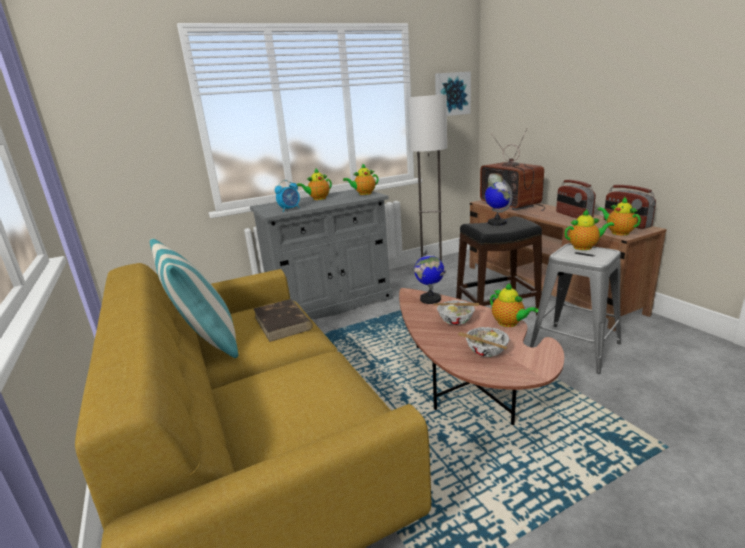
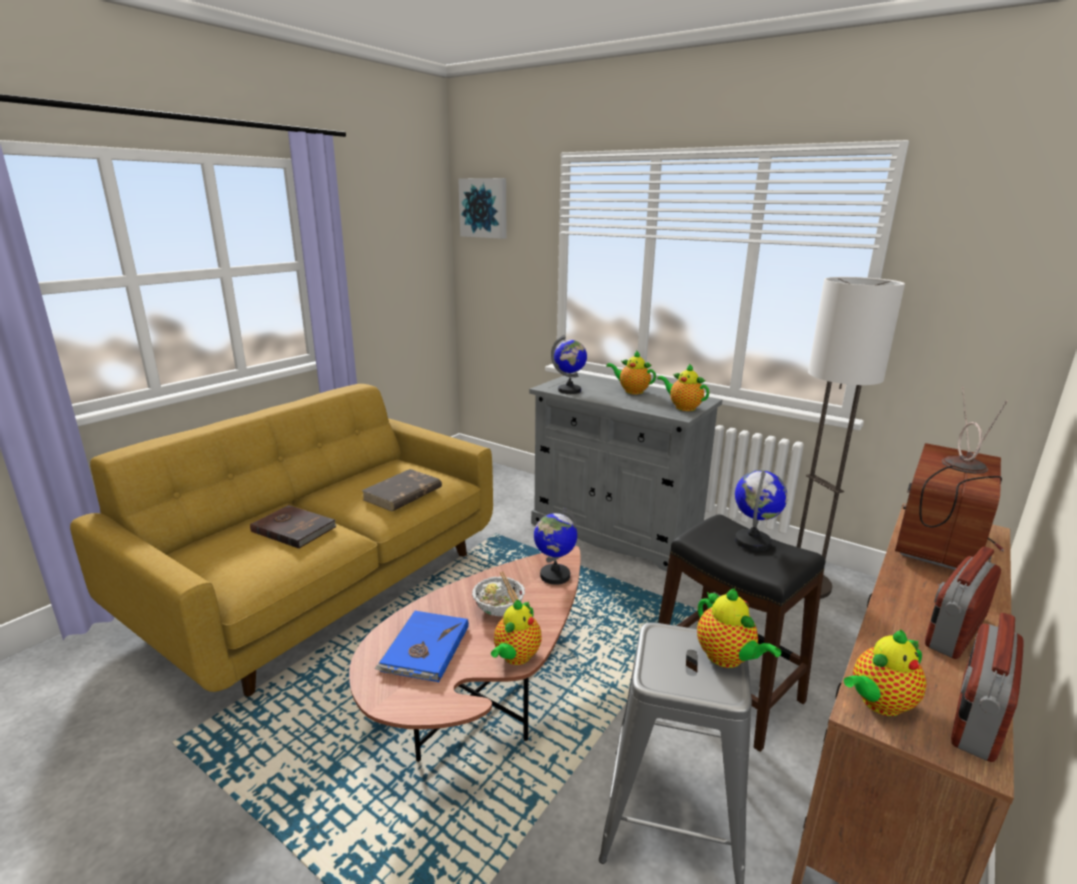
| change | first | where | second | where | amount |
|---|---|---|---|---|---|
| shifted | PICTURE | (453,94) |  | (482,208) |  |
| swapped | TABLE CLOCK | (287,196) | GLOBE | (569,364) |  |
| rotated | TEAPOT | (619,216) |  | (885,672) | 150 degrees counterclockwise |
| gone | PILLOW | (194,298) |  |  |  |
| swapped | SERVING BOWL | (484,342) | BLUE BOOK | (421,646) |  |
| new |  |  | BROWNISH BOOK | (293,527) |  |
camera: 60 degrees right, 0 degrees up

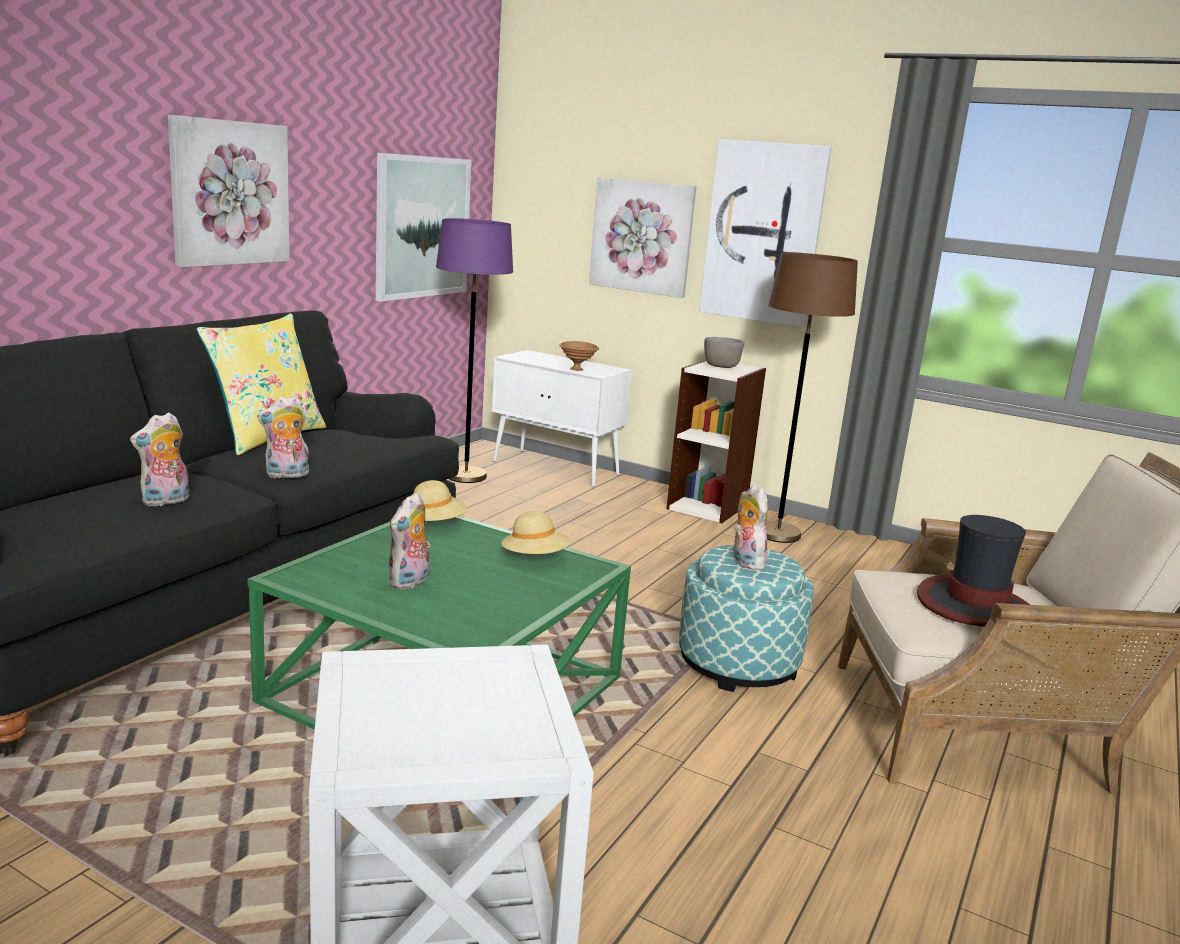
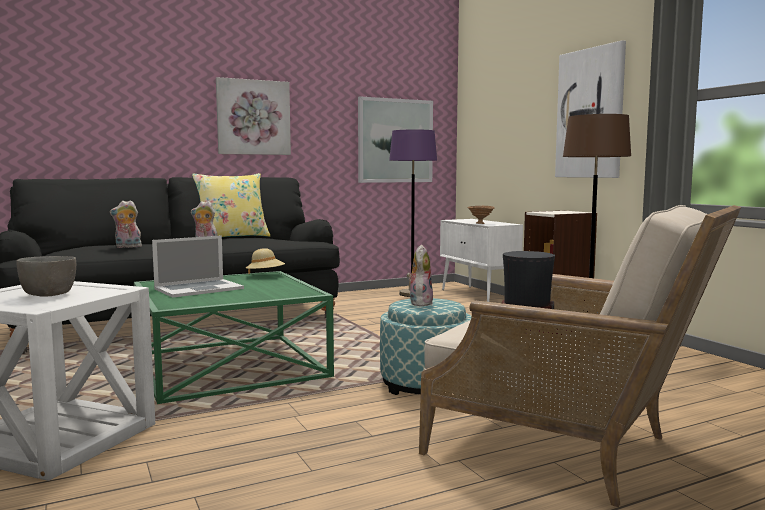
| change | first | where | second | where | amount |
|---|---|---|---|---|---|
| gone | PICTURE | (643,237) |  |  |  |
| shifted | GREY SERVING BOWL | (724,352) |  | (46,276) |  |
| swapped | CUDDLY TOY | (409,541) | PORTABLE COMPUTER | (198,266) |  |
| gone | BEIGE HAT | (535,532) |  |  |  |
camera: 35 degrees right, 10 degrees down

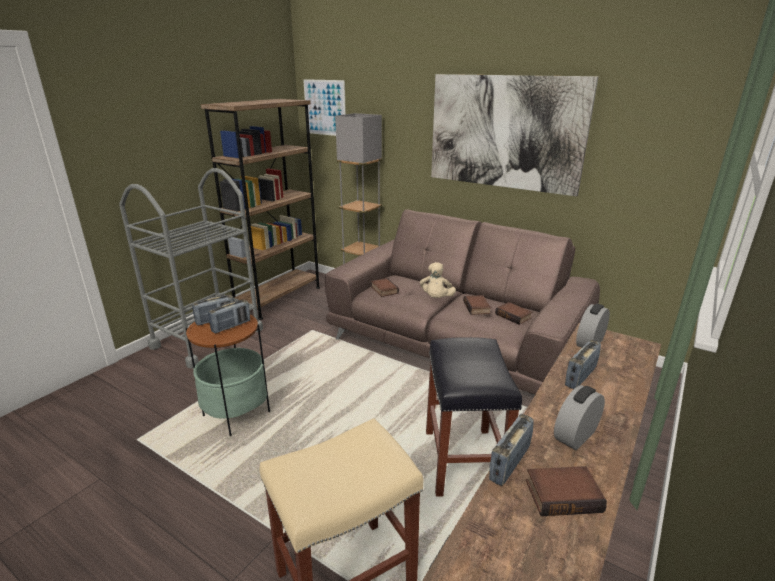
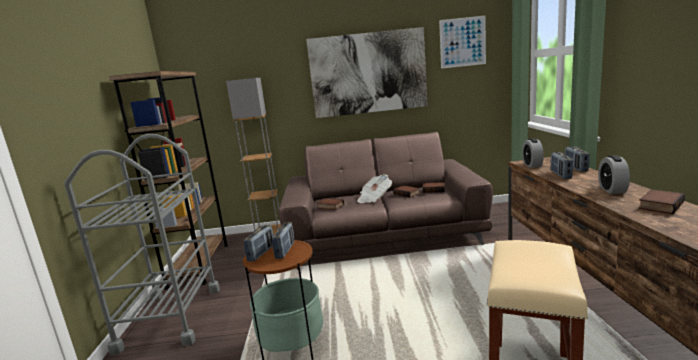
| change | first | where | second | where | amount |
|---|---|---|---|---|---|
| shifted | PICTURE | (324,107) |  | (462,42) |  |
| swapped | BEIGE CUDDLY TOY | (438,280) | PRINTED PAPER | (374,188) |  |
| gone | BLACKISH STOOL SEAT | (474,417) |  |  |  |
| shifted | RADIO RECEIVER | (511,450) |  | (577,159) |  |
camera: 35 degrees left, 10 degrees down

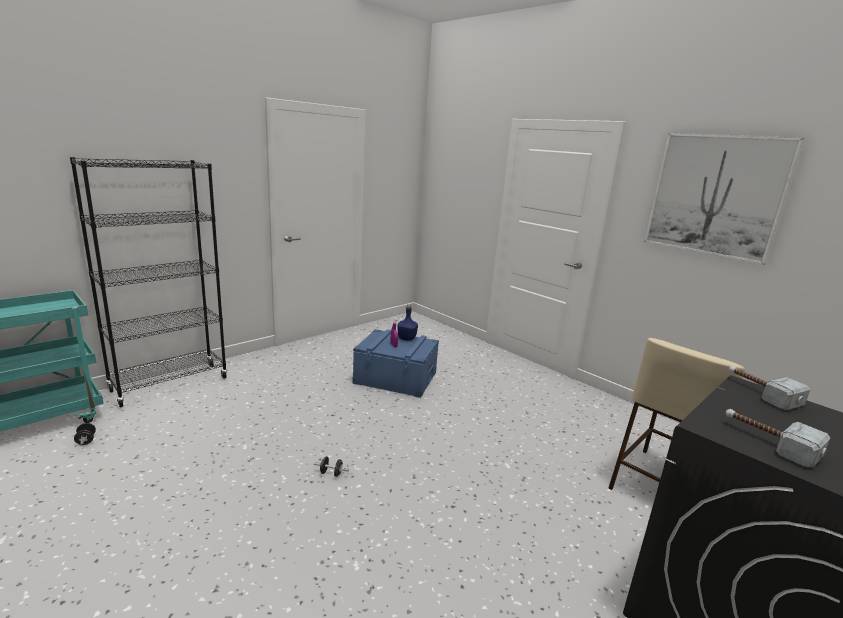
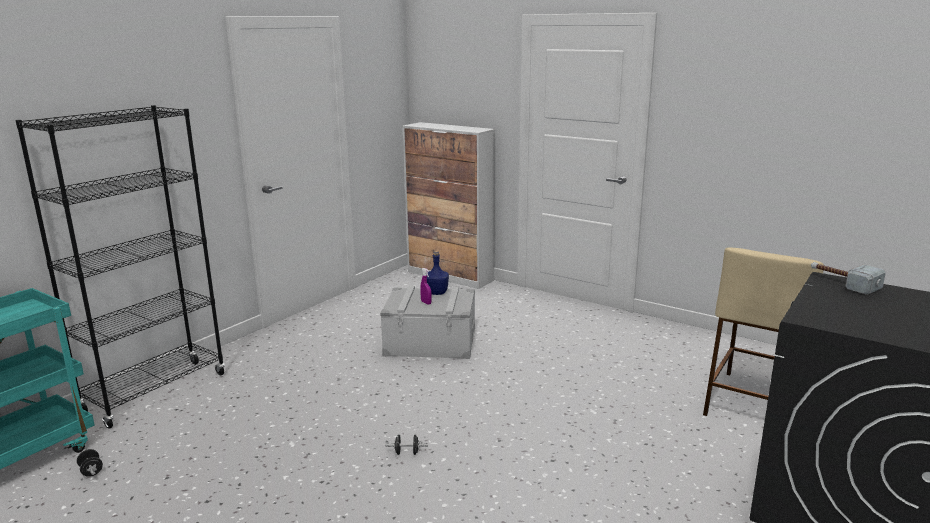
| change | first | where | second | where | amount |
|---|---|---|---|---|---|
| gone | PICTURE | (724,199) |  |  |  |
| repainted | BLUE STORAGE BIN | (395,363) | GREY STORAGE BIN | (427,322) |  |
| gone | HAMMER | (778,438) |  |  |  |
| new |  |  | CUPBOARD | (449,205) |  |
camera: 10 degrees left, 0 degrees up

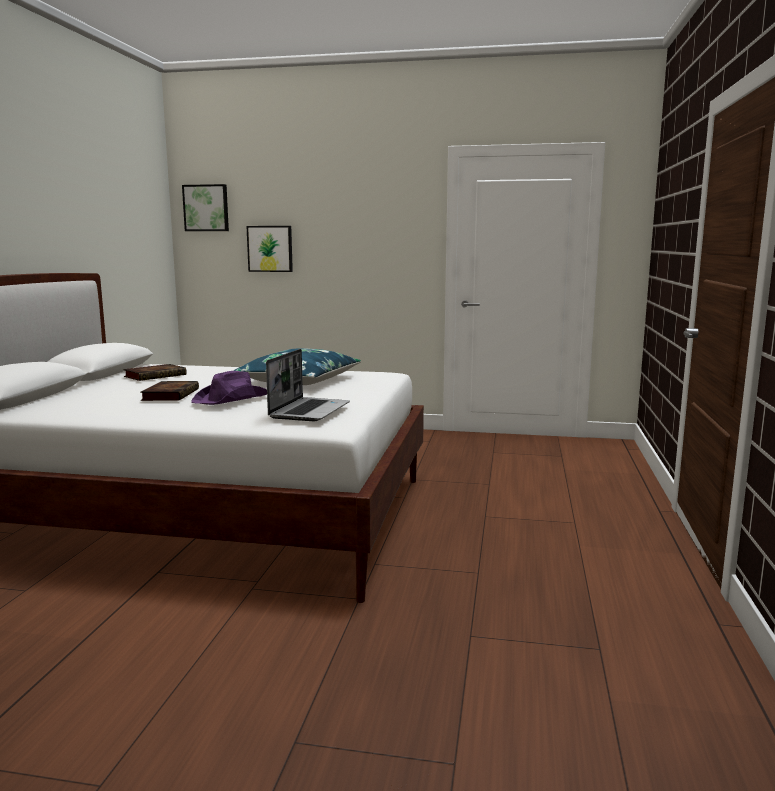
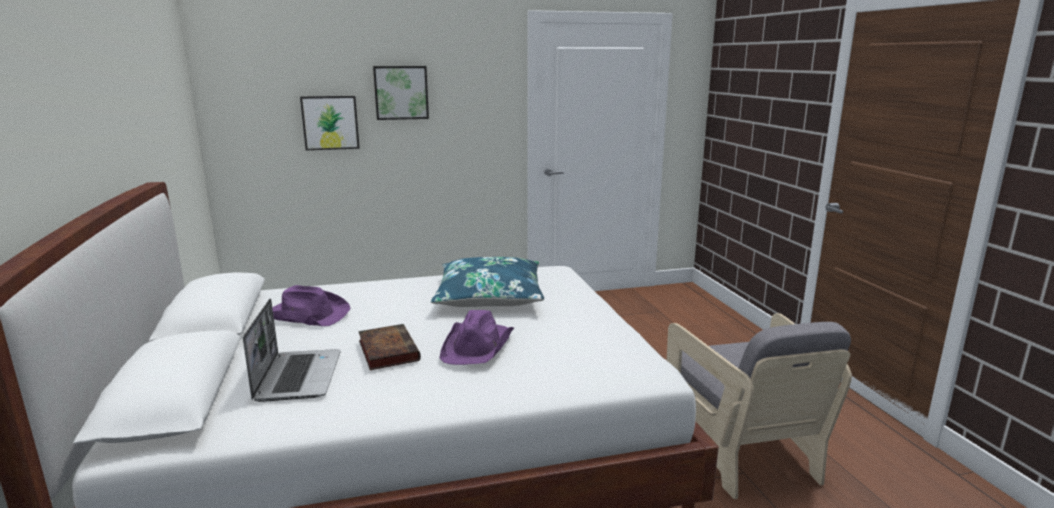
| change | first | where | second | where | amount |
|---|---|---|---|---|---|
| shifted | PICTURE | (205,207) |  | (401,93) |  |
| shifted | PORTABLE COMPUTER | (308,385) |  | (292,350) |  |
| swapped | BOOK | (155,372) | PURPLE-COLOURED HAT | (311,305) |  |
| new |  |  | GREY EASY CHAIR | (759,406) |  |
camera: 25 degrees left, 5 degrees up

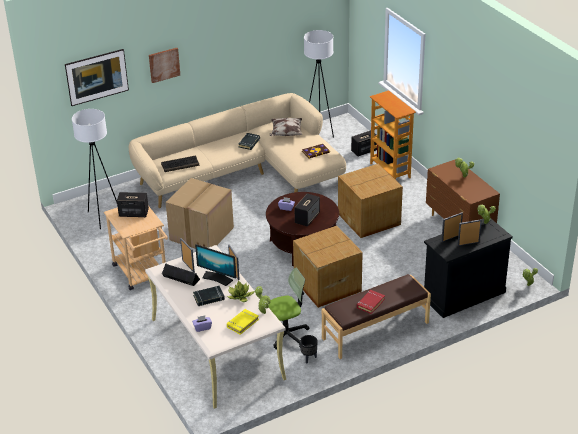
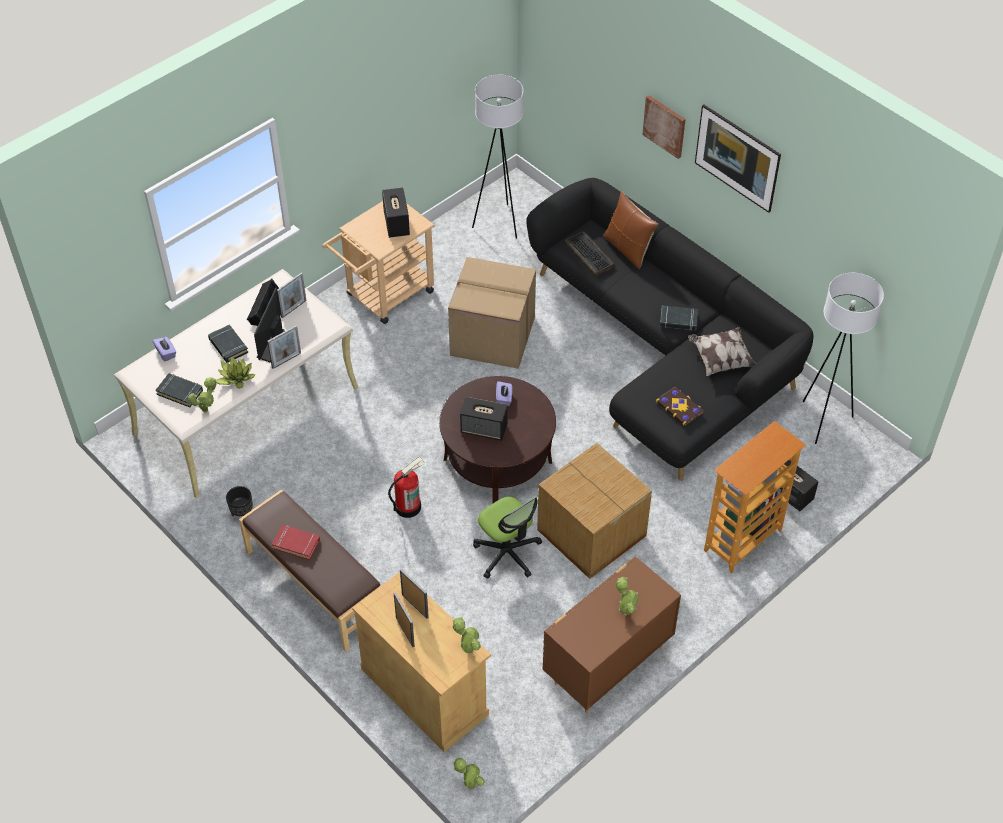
| change | first | where | second | where | amount |
|---|---|---|---|---|---|
| shifted | PICTURE | (97,77) |  | (738,159) |  |
| repainted | BEIGE SOFA | (237,150) | BLACKISH SOFA | (670,329) |  |
| repainted | BLACKISH CUPBOARD | (468,268) | BEIGE CUPBOARD | (421,662) |  |
| swapped | CARTON | (328,267) | FIRE EXTINGUISHER | (406,487) |  |
| shifted | COMPUTER CHAIR | (288,309) |  | (507,537) |  |
| repainted | YELLOW BOOK | (243,322) | BLACKISH BOOK | (179,390) |  |
| new |  |  | BROWNISH PILLOW | (631,230) |  |
camera: 75 degrees right, 15 degrees up

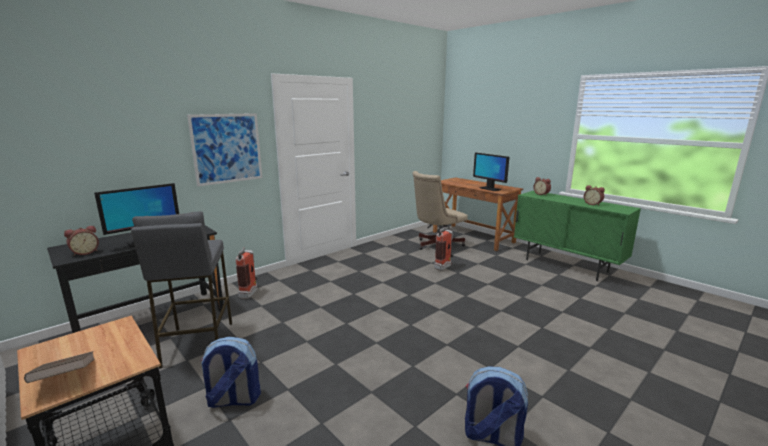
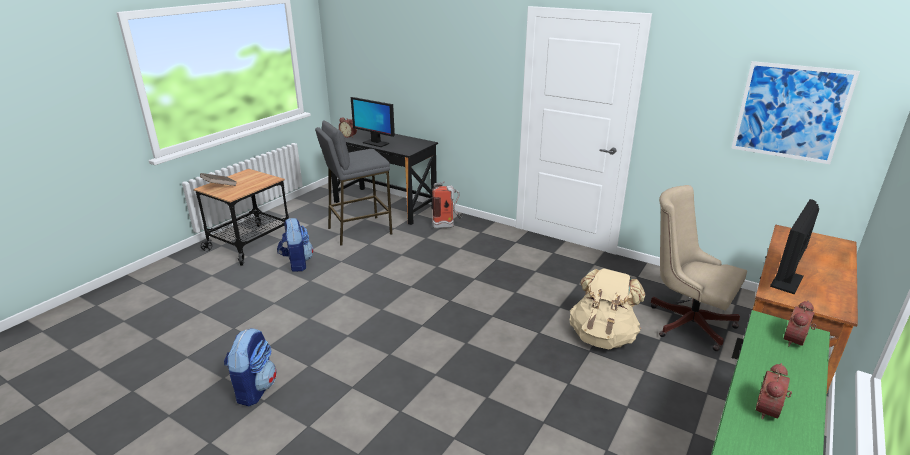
| change | first | where | second | where | amount |
|---|---|---|---|---|---|
| shifted | PICTURE | (224,150) |  | (795,112) |  |
| swapped | FIRE EXTINGUISHER | (444,249) | BEIGE BACKPACK | (607,309) |  |
camera: 75 degrees right, 10 degrees up

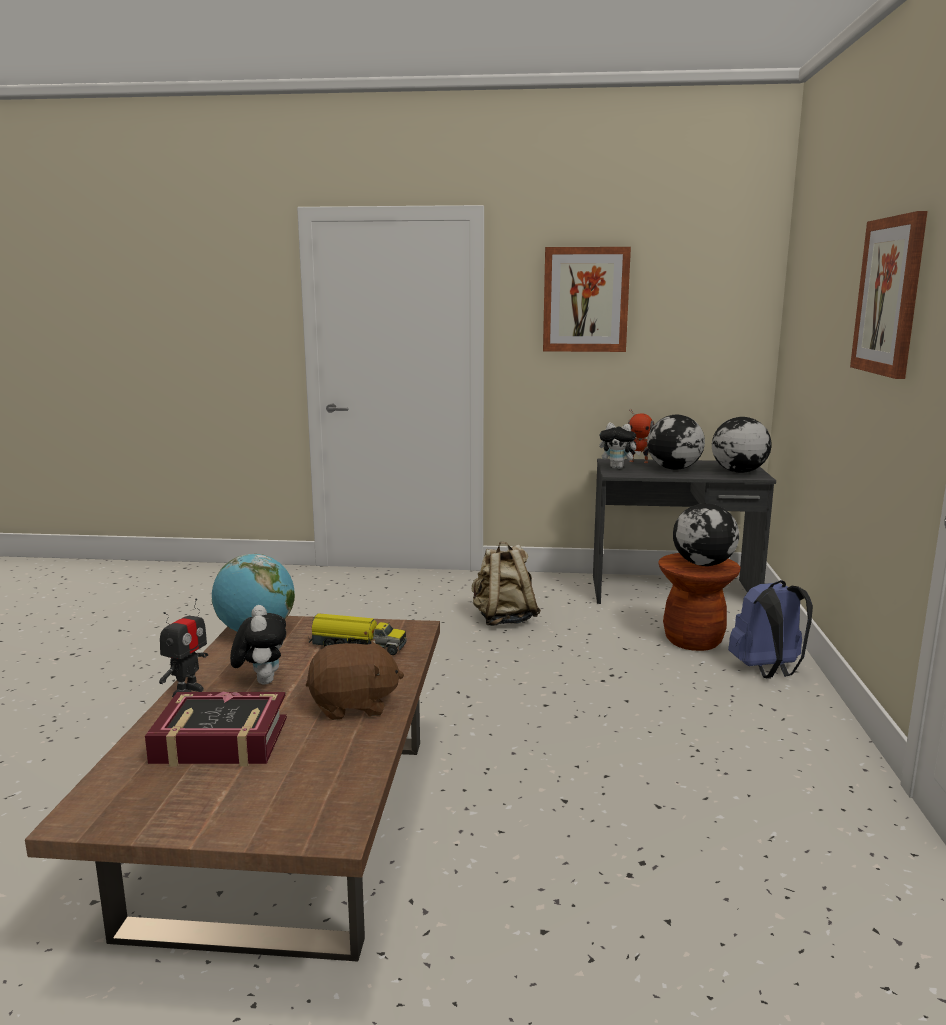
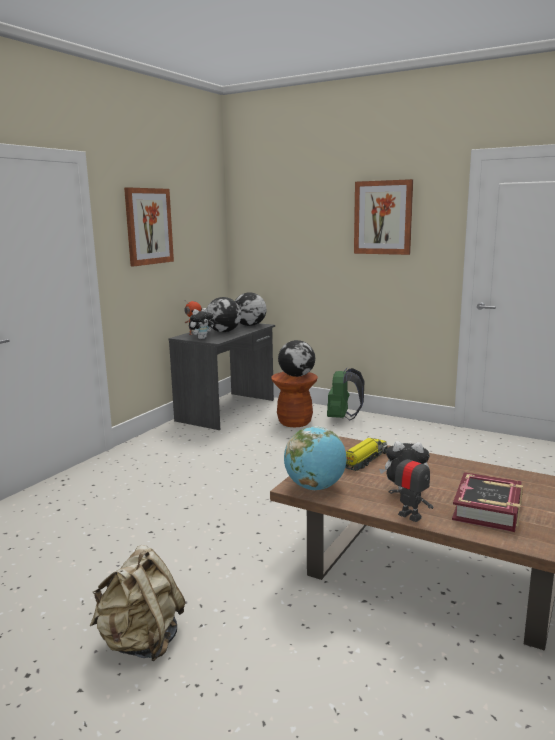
| change | first | where | second | where | amount |
|---|---|---|---|---|---|
| shifted | BEIGE BACKPACK | (506,584) |  | (138,603) |  |
| repainted | BLUE BACKPACK | (770,629) | GREEN-COLOURED BACKPACK | (345,394) |  |
| gone | BROWNISH CUDDLY TOY | (355,679) |  |  |  |
camera: 65 degrees left, 0 degrees up

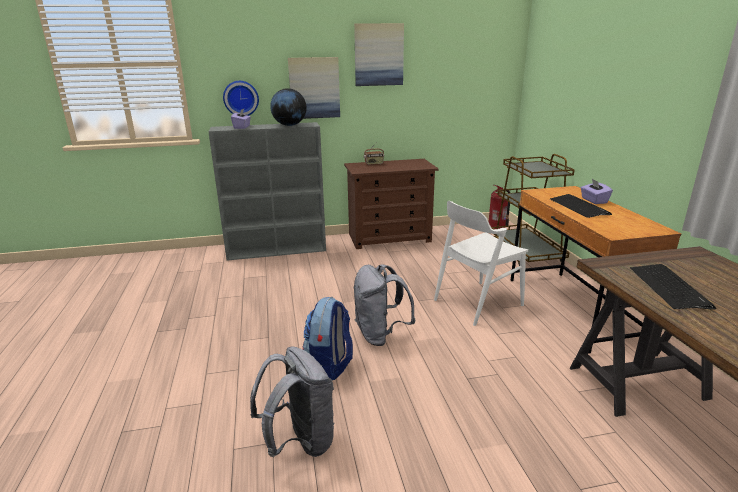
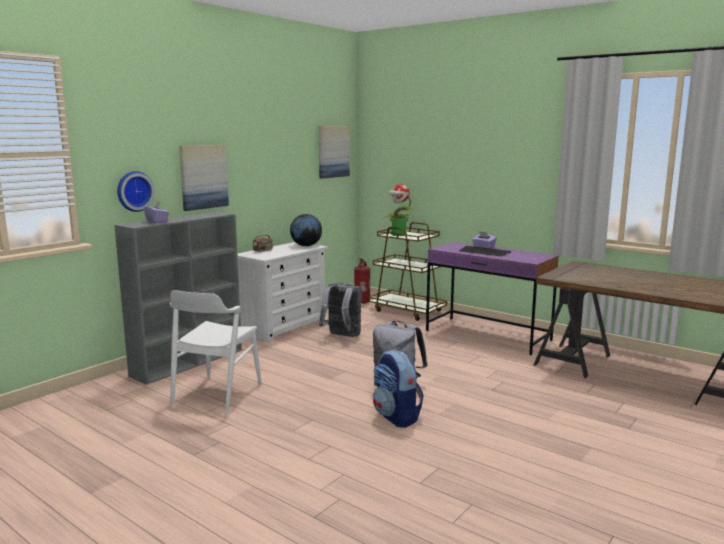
| change | first | where | second | where | amount |
|---|---|---|---|---|---|
| shifted | PICTURE | (379,54) |  | (334,152) |  |
| shifted | GLOBE | (288,107) |  | (306,230) |  |
| repainted | BROWNISH CHEST OF DRAWERS | (391,204) | WHITISH CHEST OF DRAWERS | (282,292) |  |
| repainted | BROWNISH DESK | (596,270) | PURPLE-COLOURED DESK | (492,298) |  |
| shifted | WHITISH CHAIR | (481,263) |  | (216,352) |  |
| gone | KEYBOARD | (673,287) |  |  |  |
| shifted | GREY BACKPACK | (292,401) |  | (340,310) |  |
| new |  |  | PLANT IN A POT | (400,210) |  |
camera: 40 degrees left, 10 degrees down

